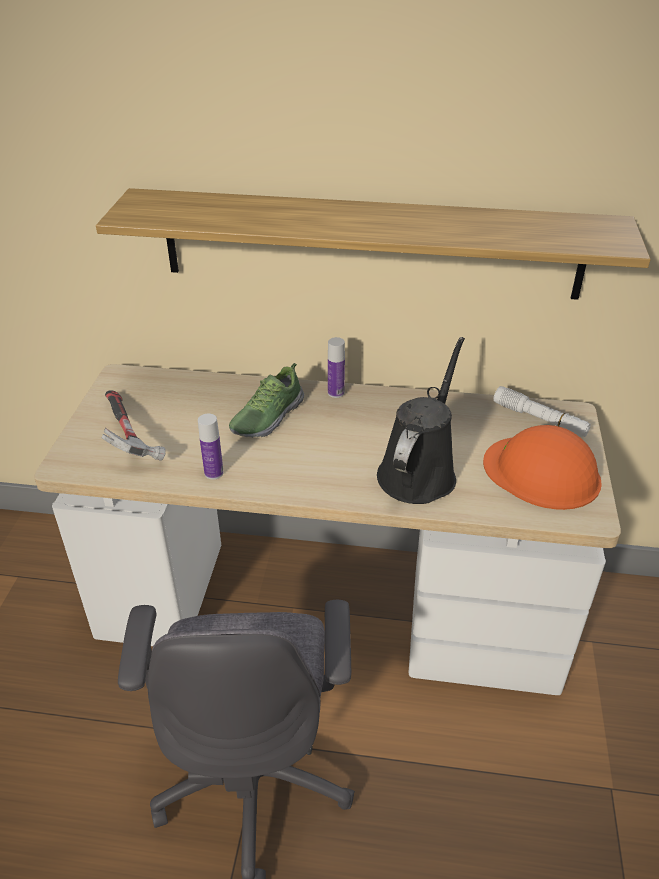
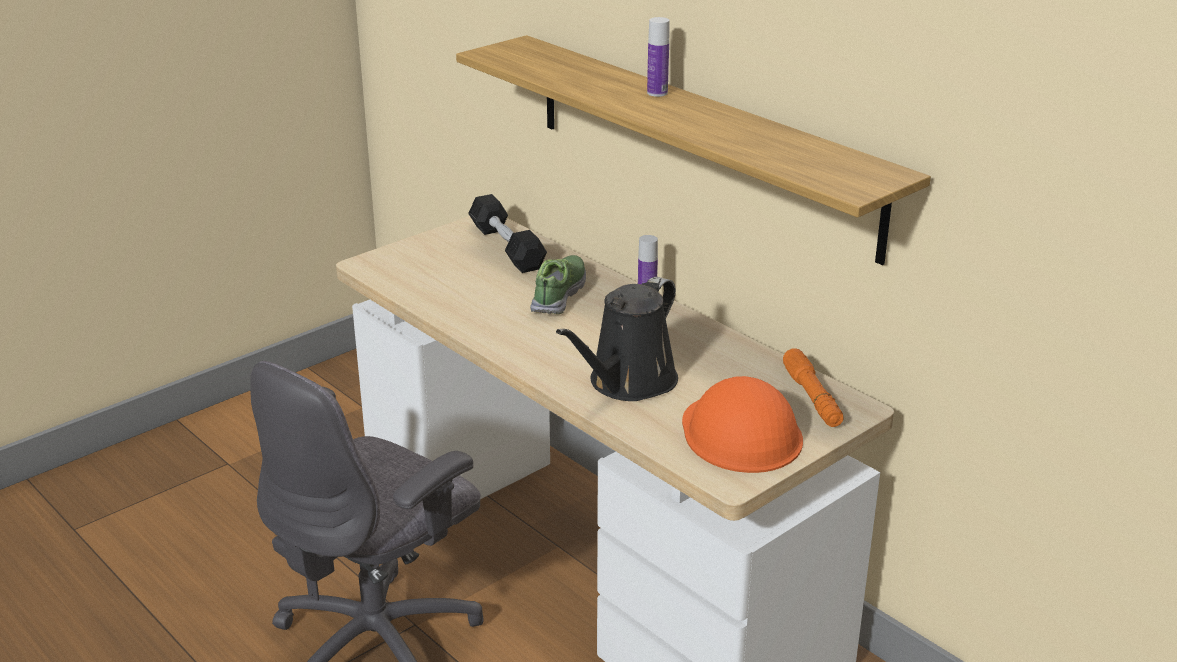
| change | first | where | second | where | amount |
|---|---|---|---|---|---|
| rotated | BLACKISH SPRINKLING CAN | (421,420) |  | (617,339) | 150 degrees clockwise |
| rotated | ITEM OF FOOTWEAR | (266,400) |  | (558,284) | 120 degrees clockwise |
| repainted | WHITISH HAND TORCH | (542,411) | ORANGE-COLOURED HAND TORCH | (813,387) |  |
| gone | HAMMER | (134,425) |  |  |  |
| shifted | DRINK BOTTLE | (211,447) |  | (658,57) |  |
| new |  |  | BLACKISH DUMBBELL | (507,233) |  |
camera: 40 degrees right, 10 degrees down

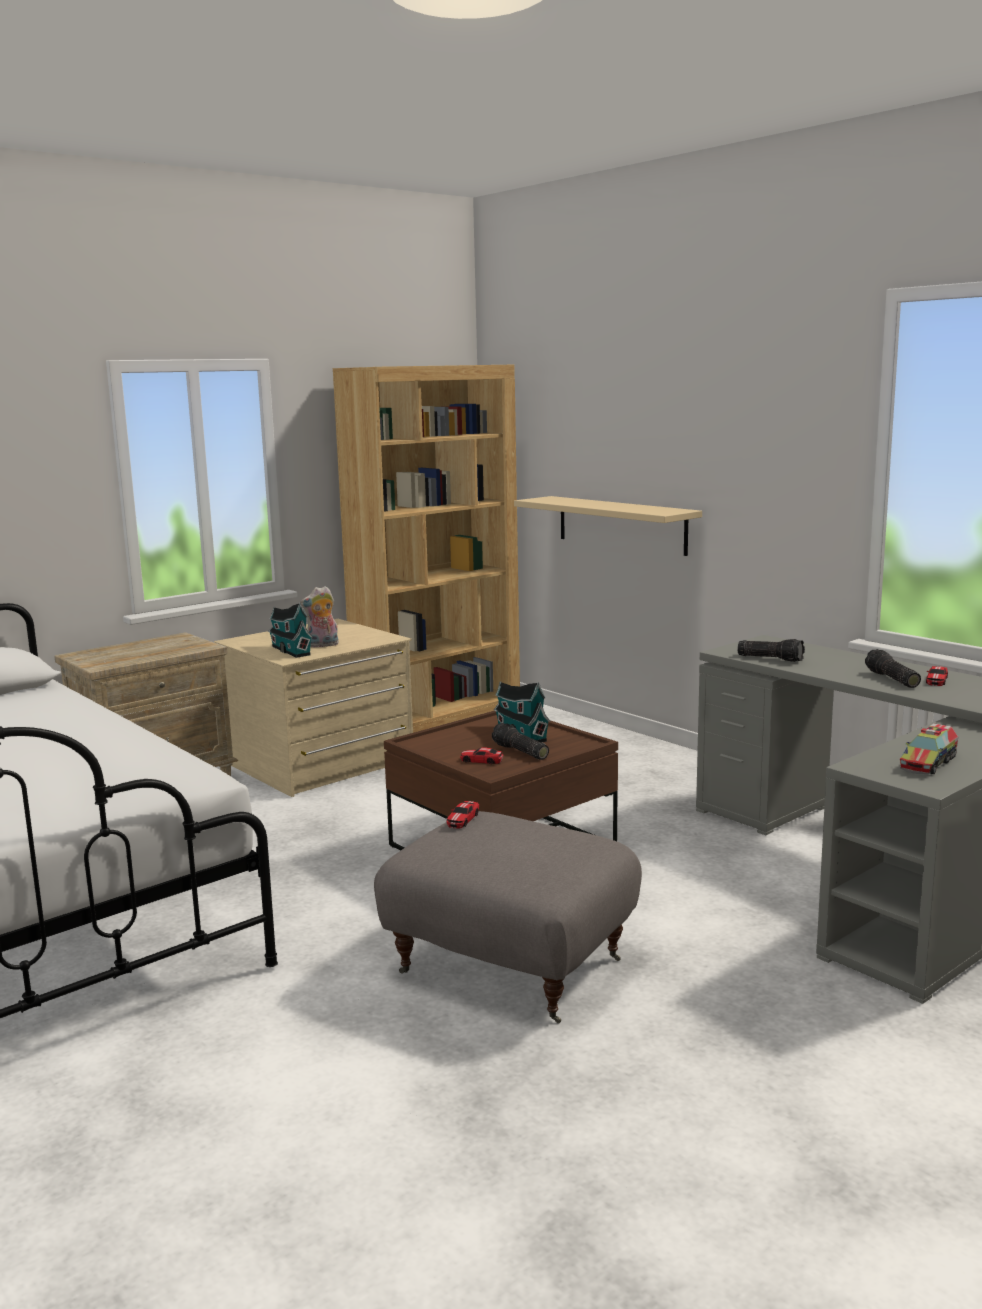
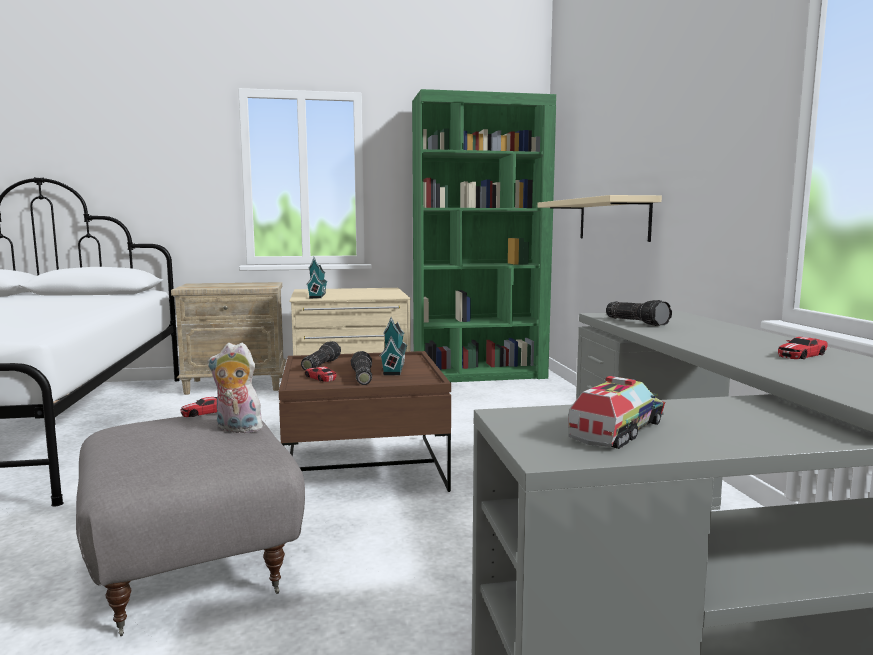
| change | first | where | second | where | amount |
|---|---|---|---|---|---|
| repainted | BROWNISH SHELVING UNIT | (426,549) | GREEN-COLOURED SHELVING UNIT | (484,235) |  |
| shifted | CUDDLY TOY | (319,616) |  | (236,389) |  |
| shifted | HAND TORCH | (893,668) |  | (321,355) |  |
| rotated | TOY LORRY | (929,748) |  | (617,412) | 150 degrees clockwise |
camera: 30 degrees right, 5 degrees down

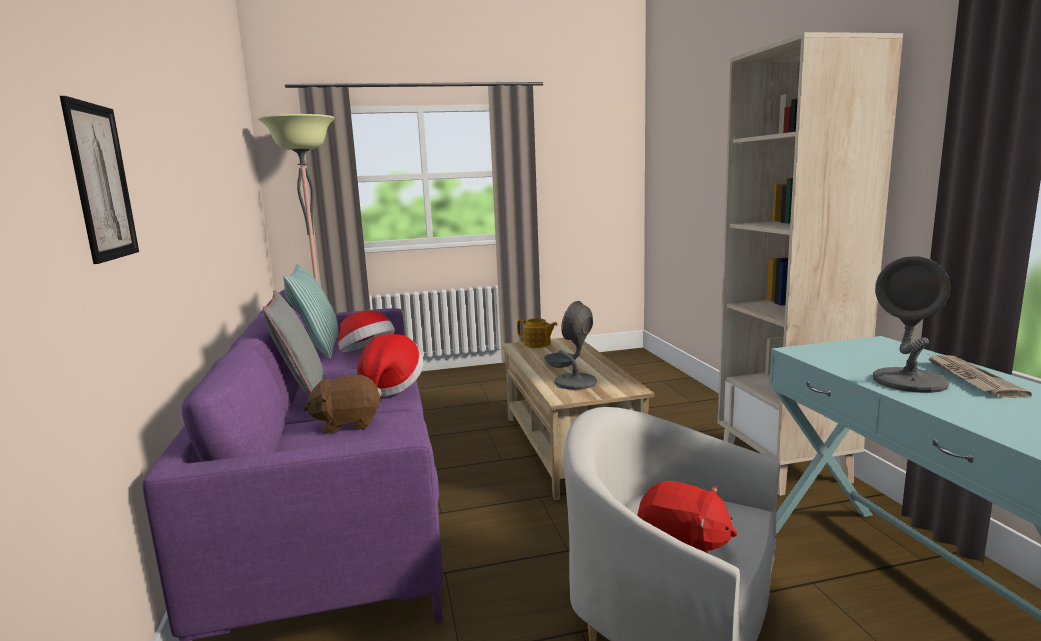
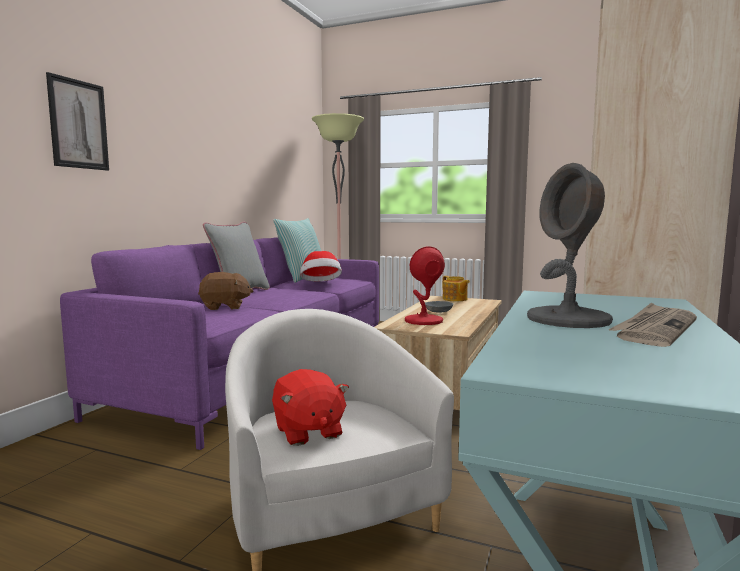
| change | first | where | second | where | amount |
|---|---|---|---|---|---|
| repainted | GREY TABLE LAMP | (575,345) | REDDISH TABLE LAMP | (425,285) |  |
| gone | HAT | (390,365) |  |  |  |
| rotated | BROWNISH CUDDLY TOY | (342,404) |  | (225,291) | 150 degrees clockwise |
camera: 35 degrees right, 5 degrees down

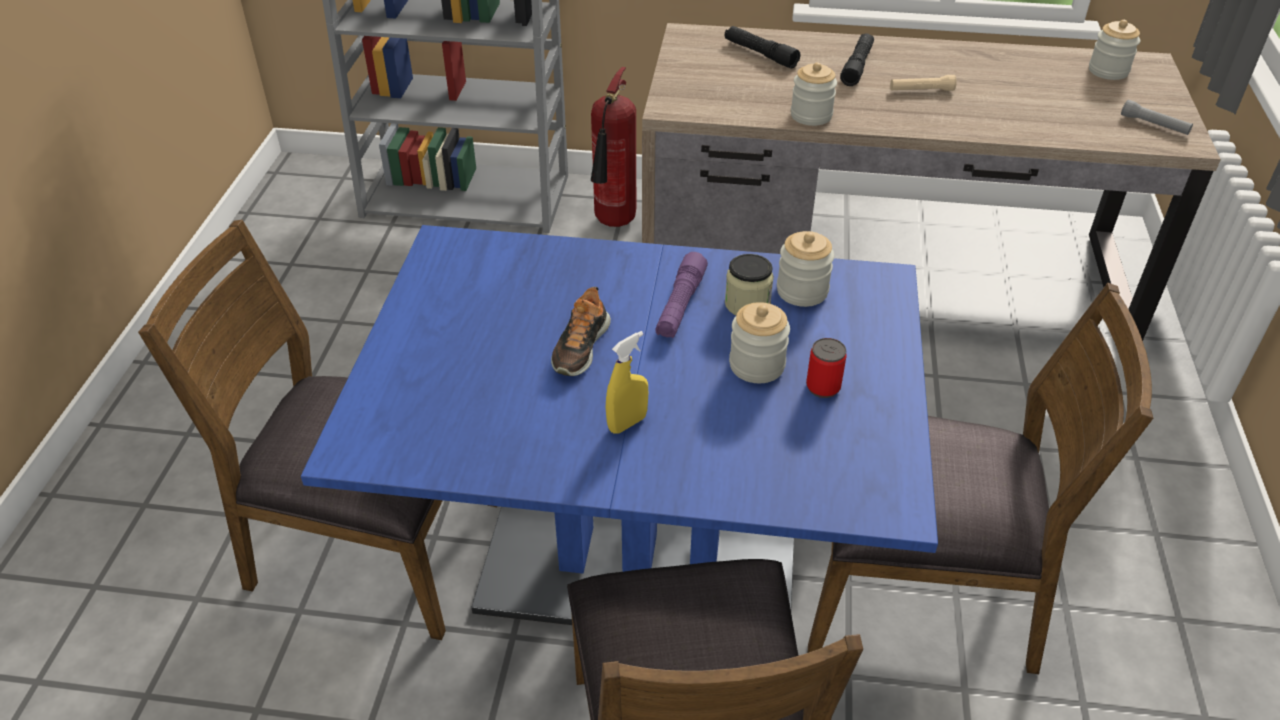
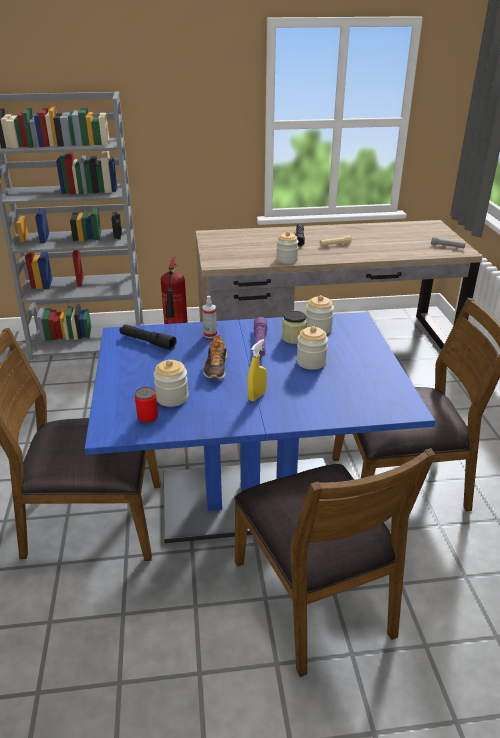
| change | first | where | second | where | amount |
|---|---|---|---|---|---|
| shifted | PRESERVE JAR | (1114,50) |  | (171,383) |  |
| shifted | BLACKISH HAND TORCH | (762,47) |  | (148,337) |  |
| shifted | METAL CAN | (826,368) |  | (146,405) |  |
| new |  |  | SPRAYER | (209,317) |  |
camera: 15 degrees left, 10 degrees down

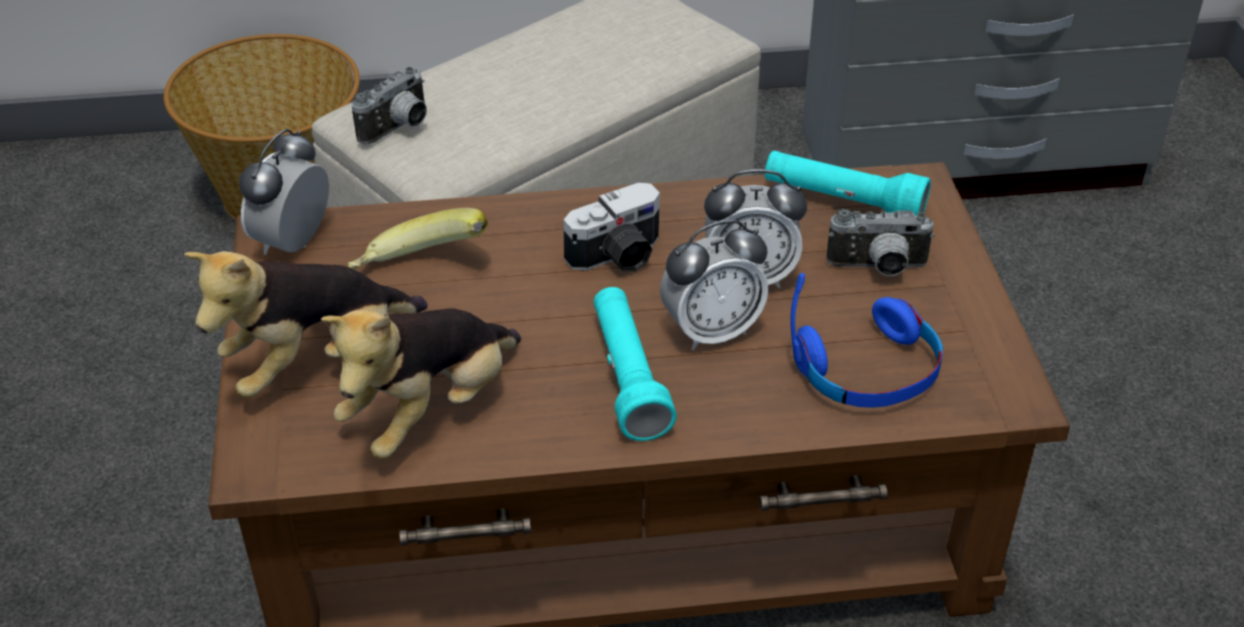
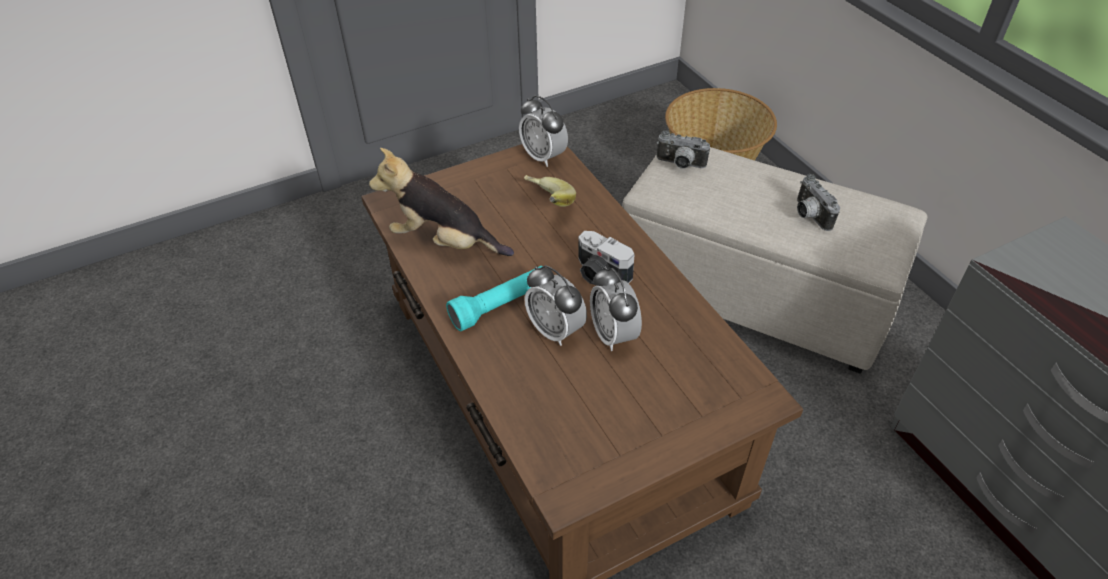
| change | first | where | second | where | amount |
|---|---|---|---|---|---|
| rotated | TABLE CLOCK | (284,192) |  | (543,131) | 135 degrees counterclockwise |
| gone | TURQUOISE HAND TORCH | (848,183) |  |  |  |
| shifted | STILL CAMERA | (880,242) |  | (818,202) |  |
| gone | CUDDLY TOY | (306,324) |  |  |  |
| gone | BLUE HEADPHONES | (866,340) |  |  |  |
camera: 70 degrees right, 5 degrees up

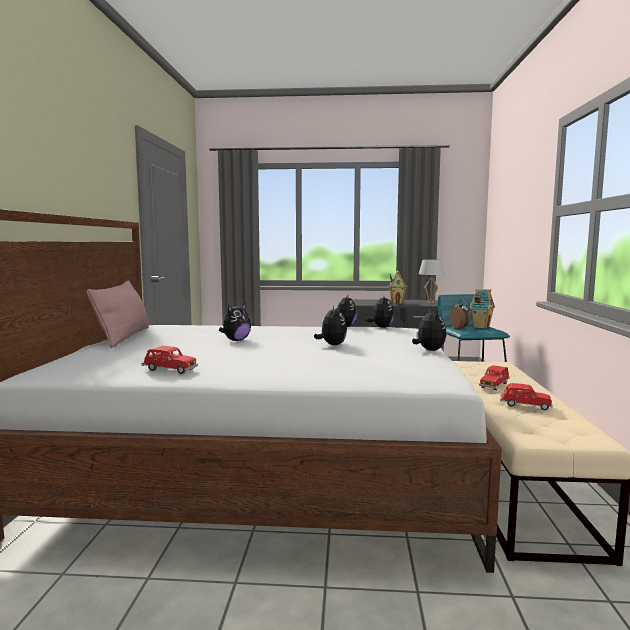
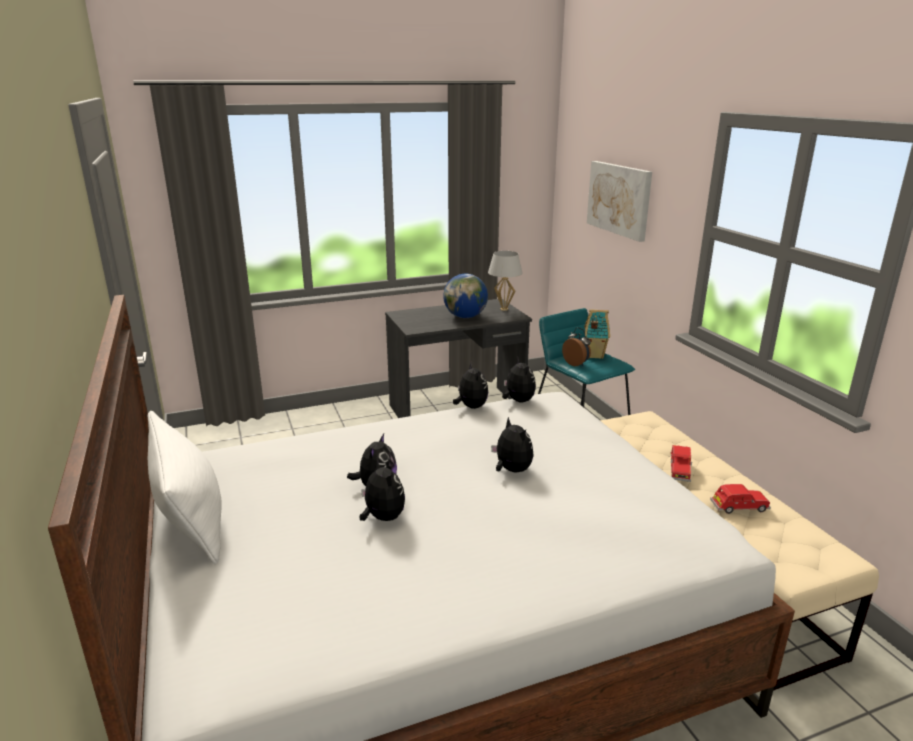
| change | first | where | second | where | amount |
|---|---|---|---|---|---|
| swapped | TOY HOUSE | (397,287) | GLOBE | (465,295) |  |
| repainted | PINKISH PILLOW | (118,314) | WHITISH PILLOW | (184,487) |  |
| shifted | CUDDLY TOY | (429,330) |  | (382,489) |  |
| gone | REDDISH TOY CAR | (169,360) |  |  |  |
| new |  |  | PICTURE | (619,201) |  |
camera: 25 degrees left, 15 degrees up

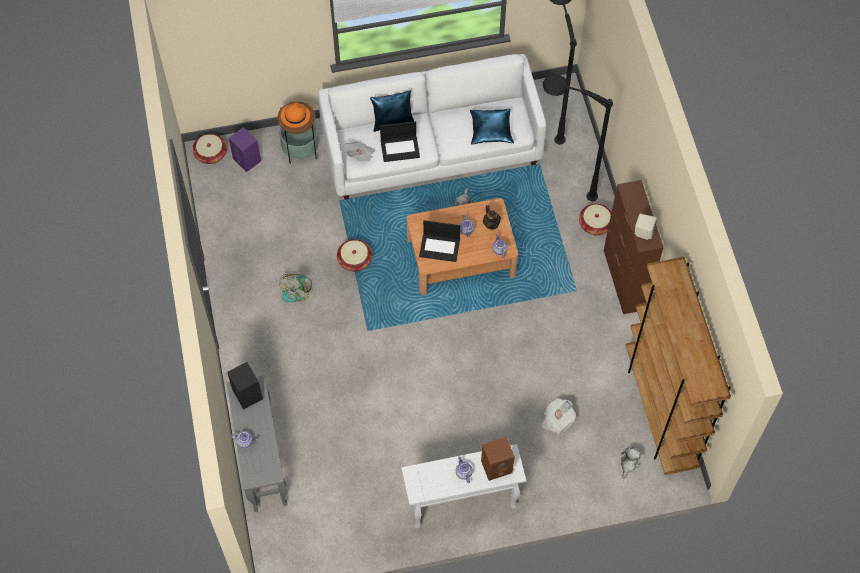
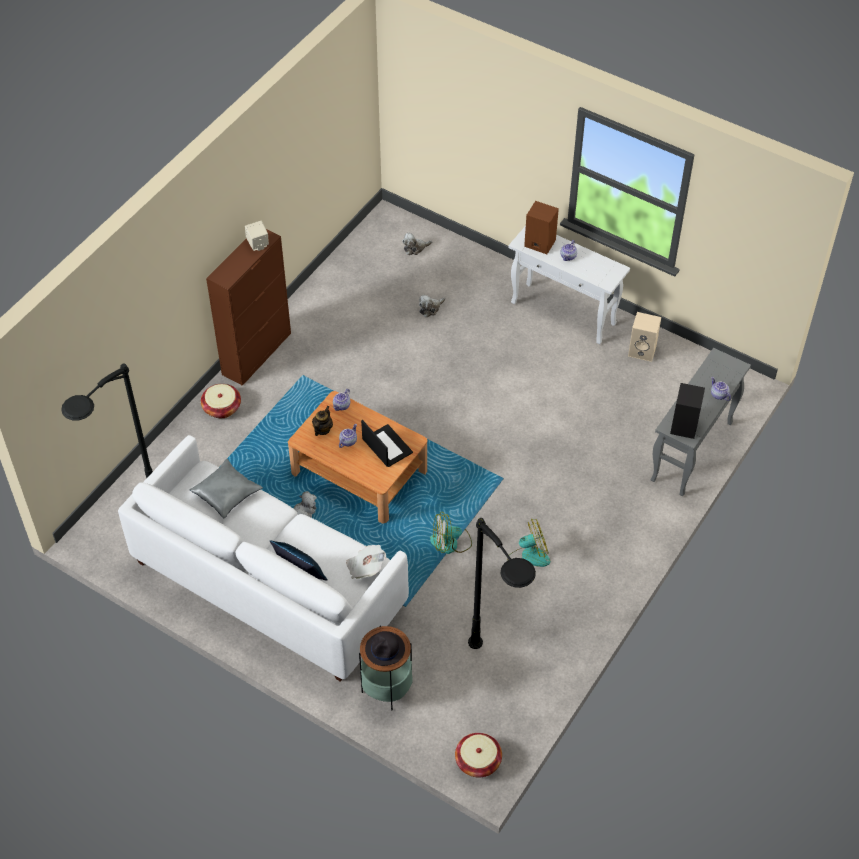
| change | first | where | second | where | amount |
|---|---|---|---|---|---|
| shifted | BLACKISH STANDING LAMP | (578,137) |  | (502,583) |  |
| repainted | ORANGE-COLOURED HAT | (295,115) | BLACKISH HAT | (385,648) |  |
| repainted | BLUE PILLOW | (492,127) | GREY PILLOW | (226,488) |  |
| gone | PORTABLE COMPUTER | (400,141) |  |  |  |
| gone | PURPLE-COLOURED LOUDSPEAKER | (245,149) |  |  |  |
| swapped | HOUSEHOLD BASKET | (354,255) | ELECTRIC FAN | (451,533) |  |
| gone | BROWNISH SHELVING UNIT | (678,366) |  |  |  |
| swapped | PRINTED PAPER | (559,416) | CUDDLY TOY | (432,306) |  |
| new |  |  | BEIGE LOUDSPEAKER | (644,337) |  |
camera: 135 degrees left, 10 degrees down

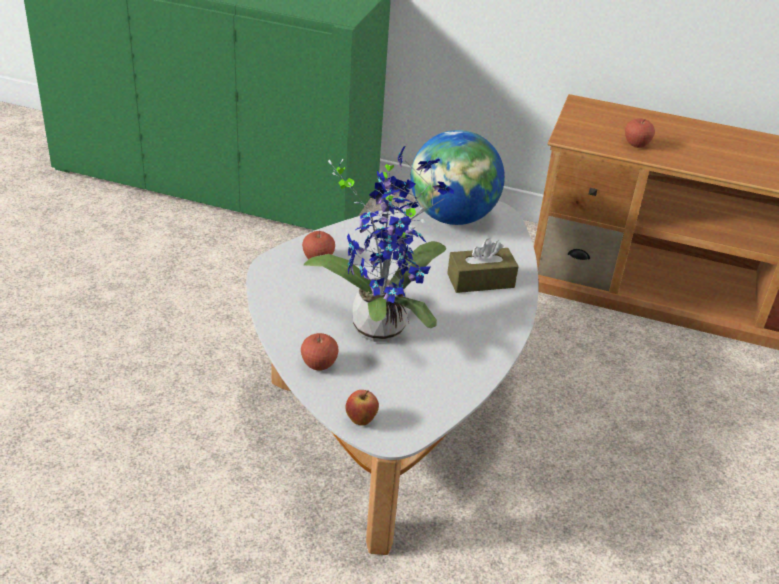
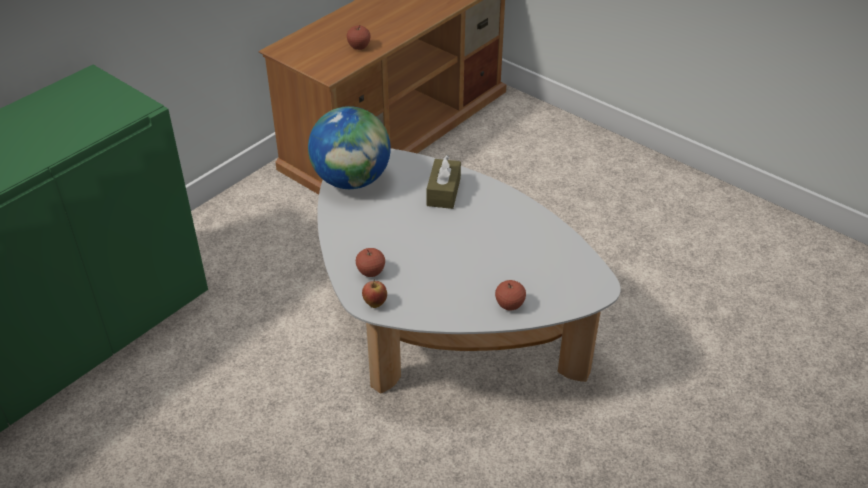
| change | first | where | second | where | amount |
|---|---|---|---|---|---|
| gone | PLANT IN A POT | (379,244) |  |  |  |
| shifted | APPLE FRUIT | (362,408) |  | (374,293) |  |
camera: 65 degrees left, 5 degrees up

